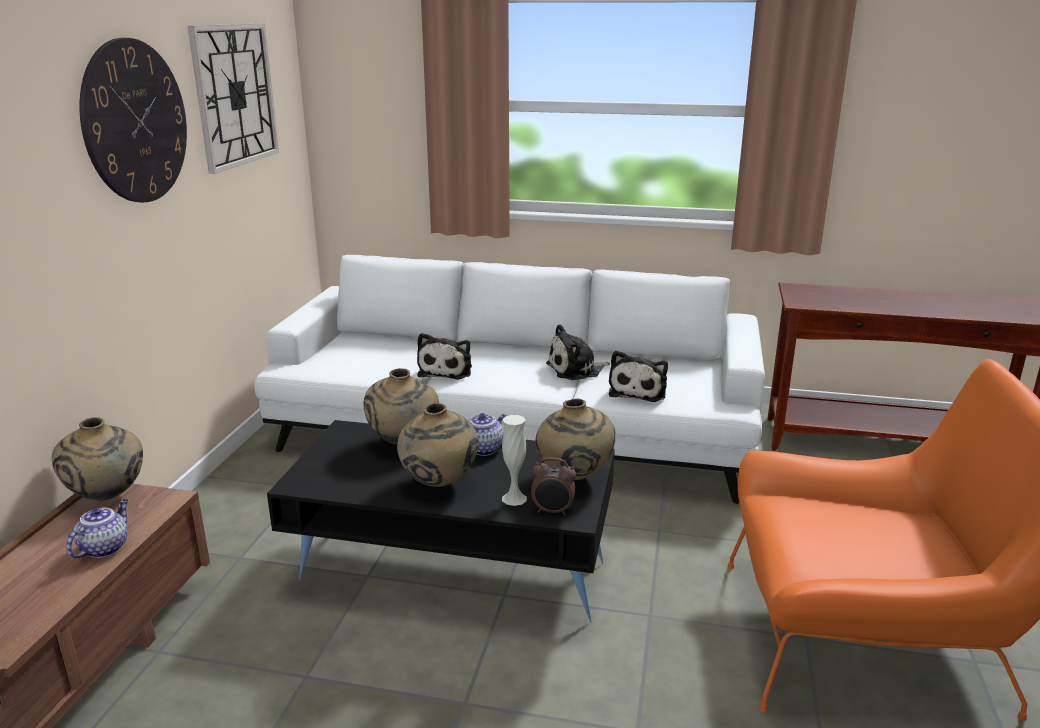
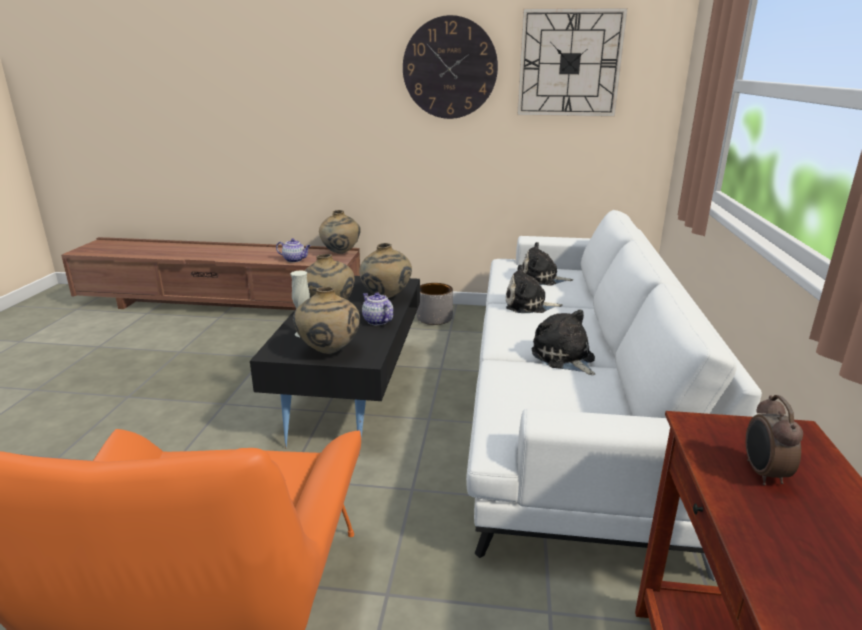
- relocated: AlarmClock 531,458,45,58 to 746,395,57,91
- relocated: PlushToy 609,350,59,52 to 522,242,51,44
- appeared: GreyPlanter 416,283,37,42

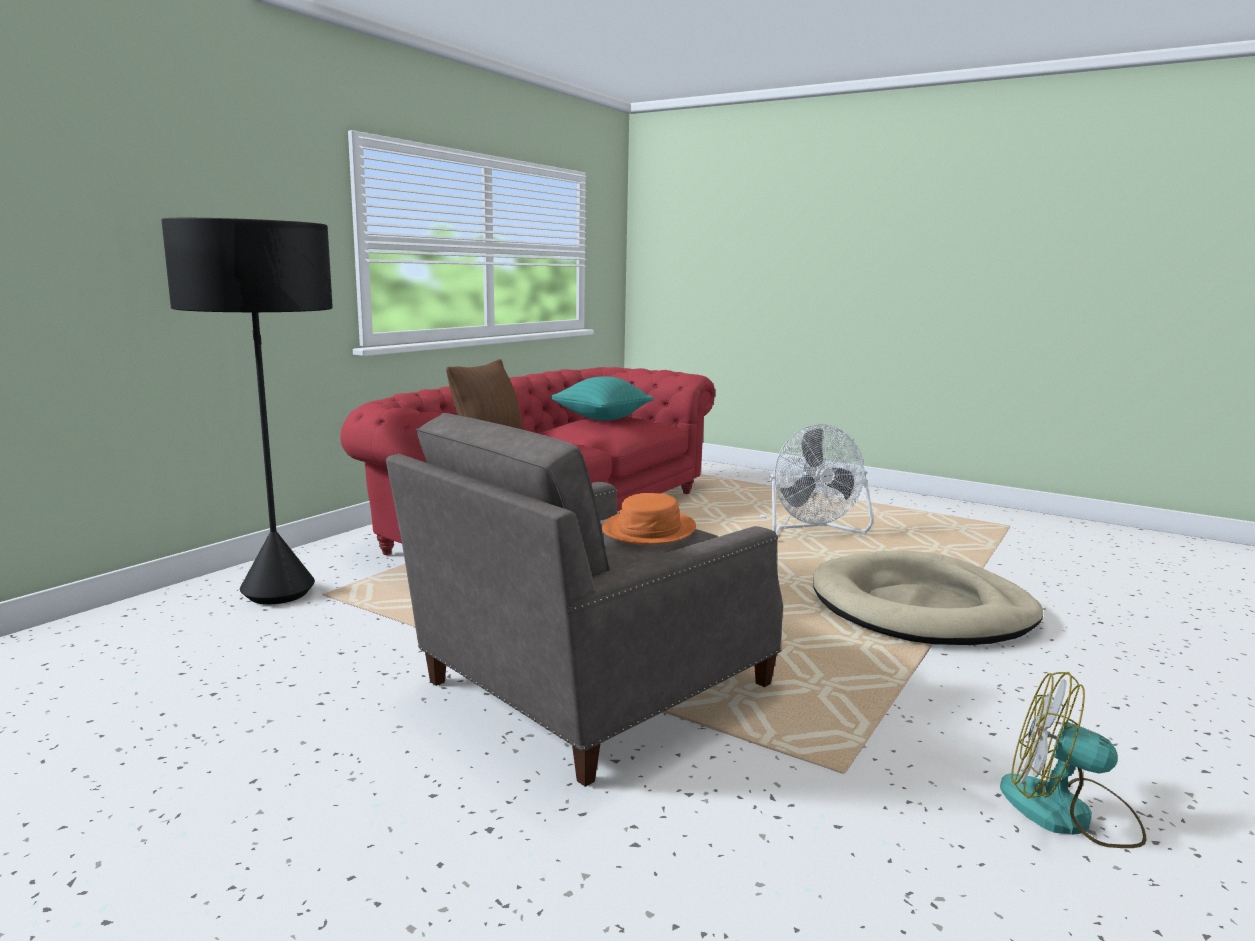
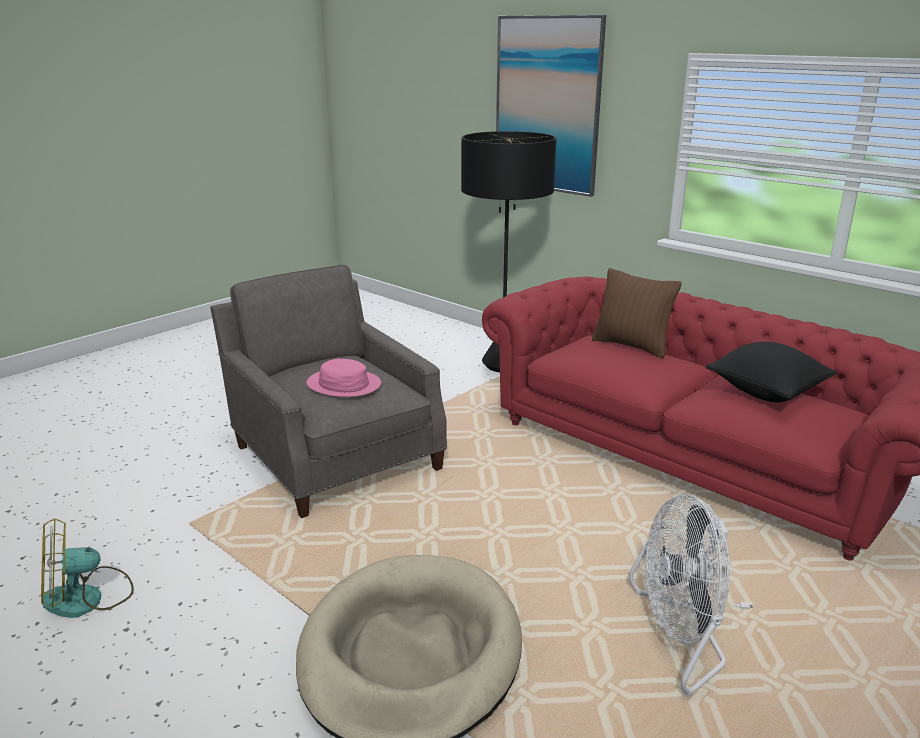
- colour: TurquoisePillow 550,376,104,45 to BlackPillow 706,342,131,60
- colour: OrangeHat 602,493,94,52 to PinkHat 307,359,74,38
- spun: Fan 1000,672,147,176 = 41,518,93,100 150 degrees counterclockwise
- appeared: Picture 496,15,110,182

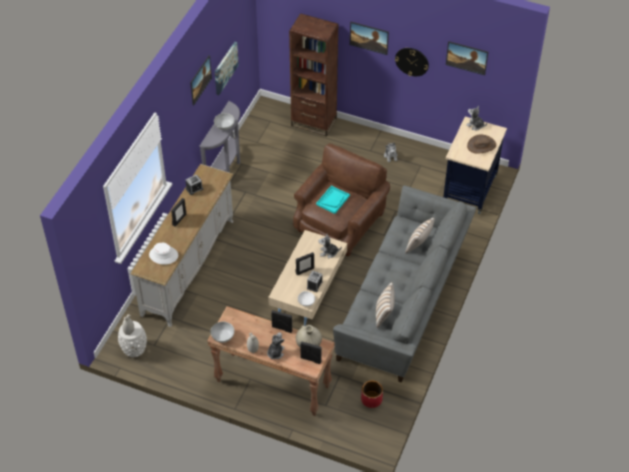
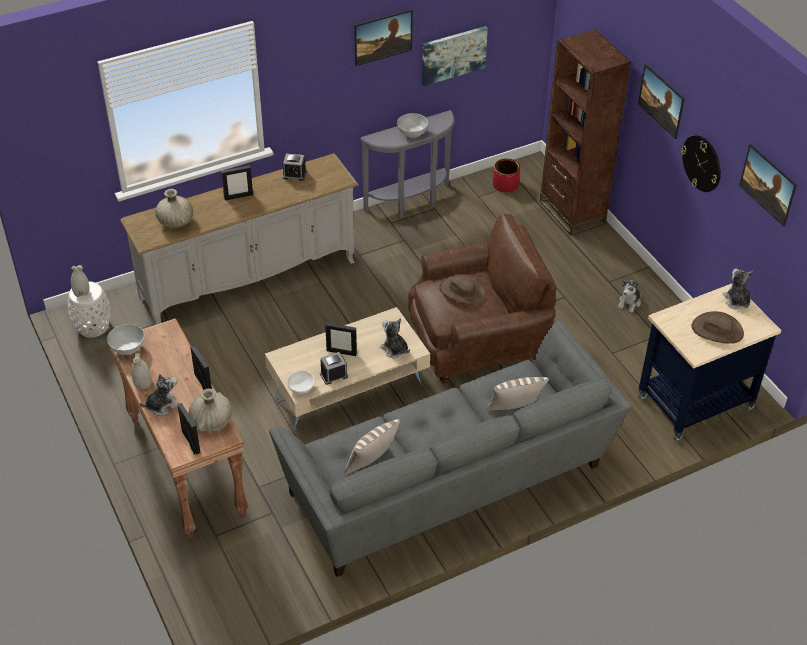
- exchanged: WhiteHat 149,243,29,22 to BeigeVase 155,189,38,38
- exchanged: TurquoiseTray 316,186,34,28 to BrownHat 439,274,46,31
- relocated: RedPlanter 361,380,22,28 to 493,158,28,35

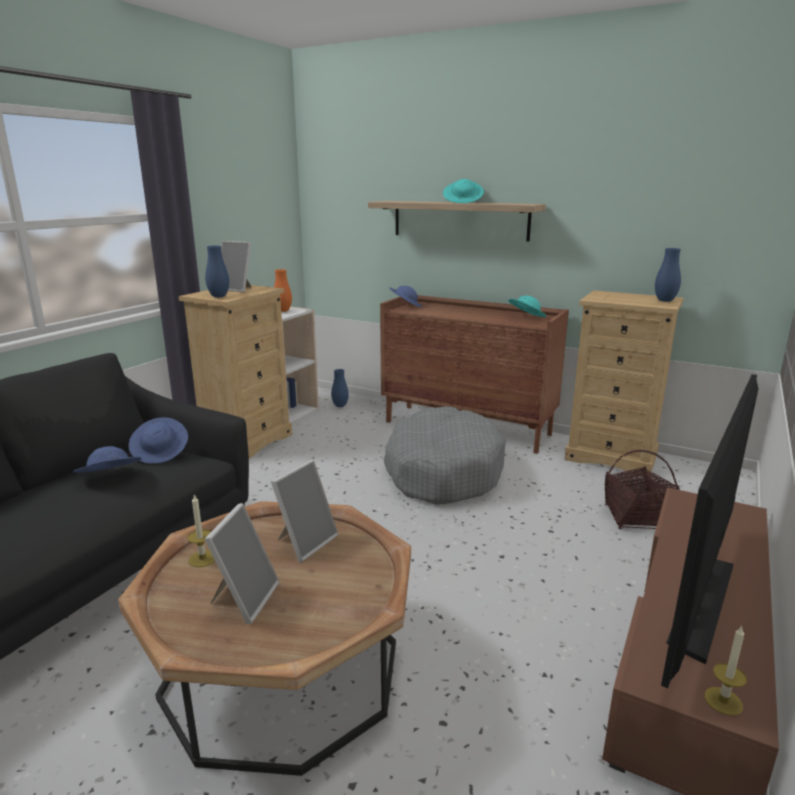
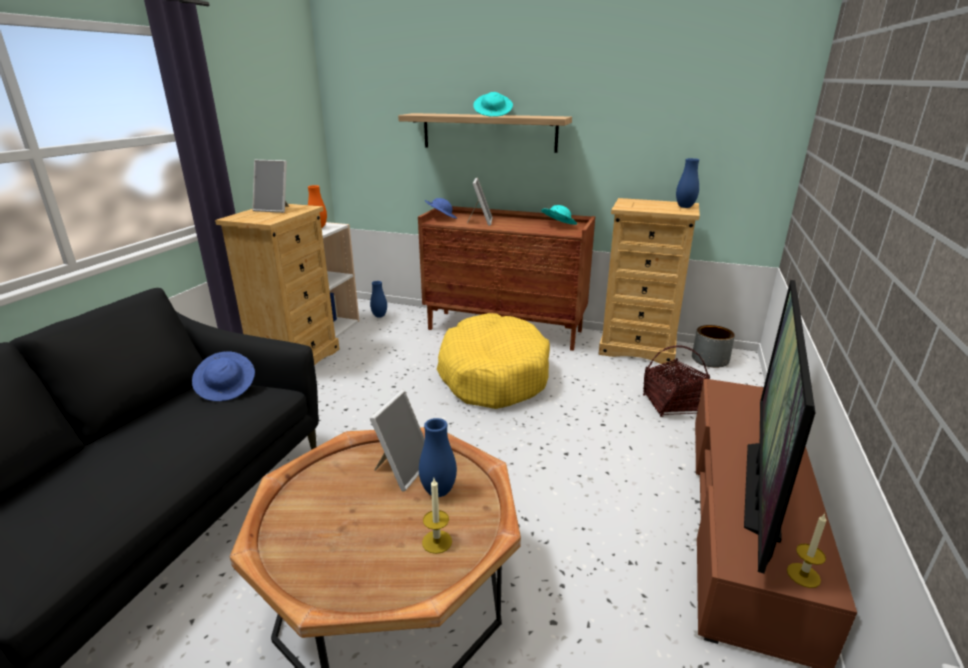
- missing: BlueHat 73,446,69,27
- relocated: Candle 187,494,28,73 to 422,478,30,76
- relocated: BlueVase 205,246,24,52 to 419,418,38,79
- relocated: PictureFrame 205,503,74,121 to 467,178,26,48
- colour: GreyDogBed 384,406,122,99 to YellowDogBed 437,313,113,96
- appeared: GreyPlanter 692,325,43,43

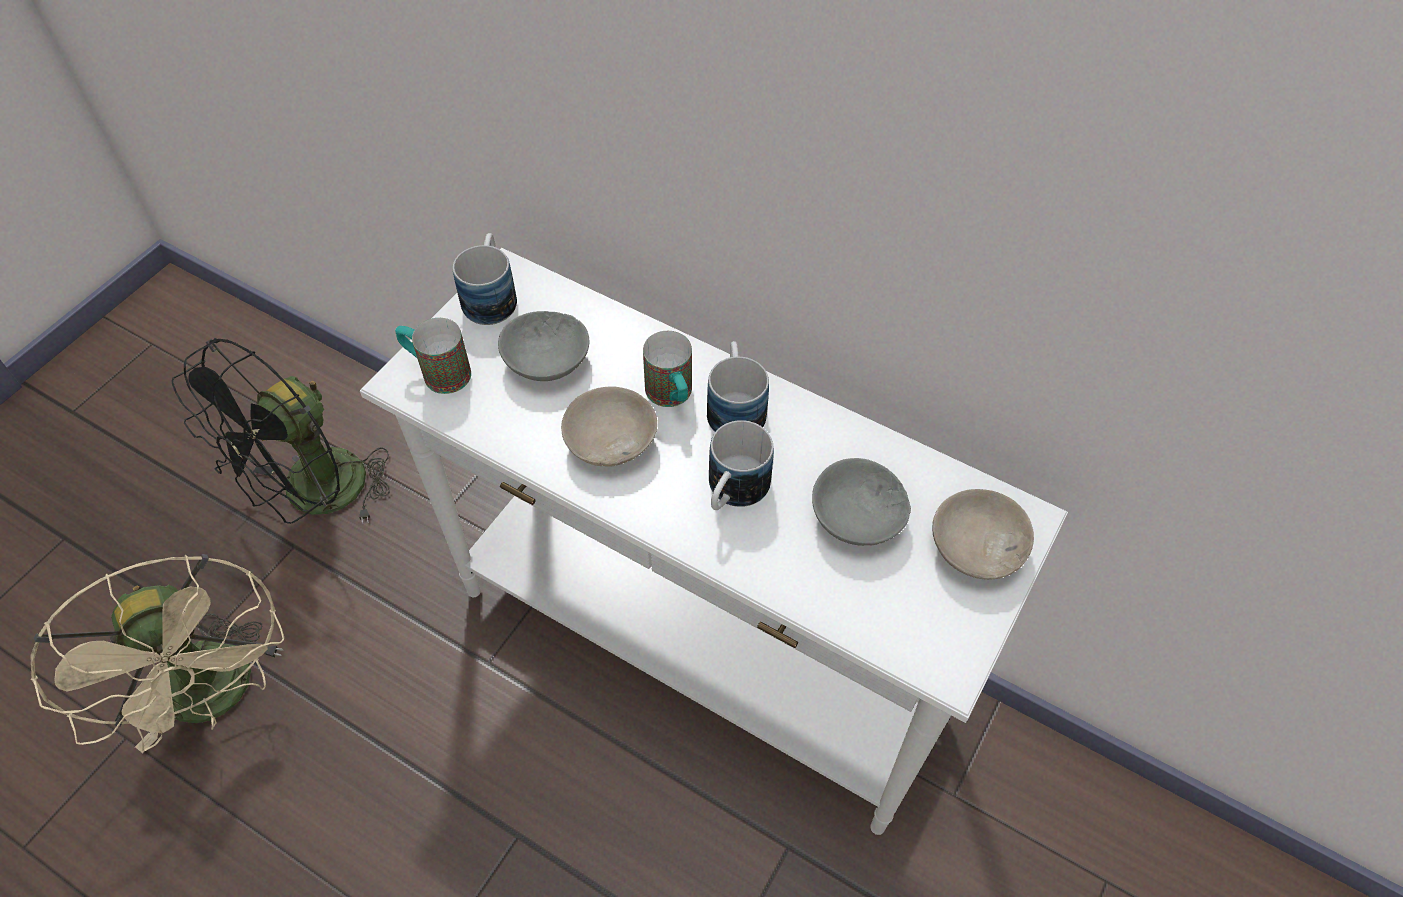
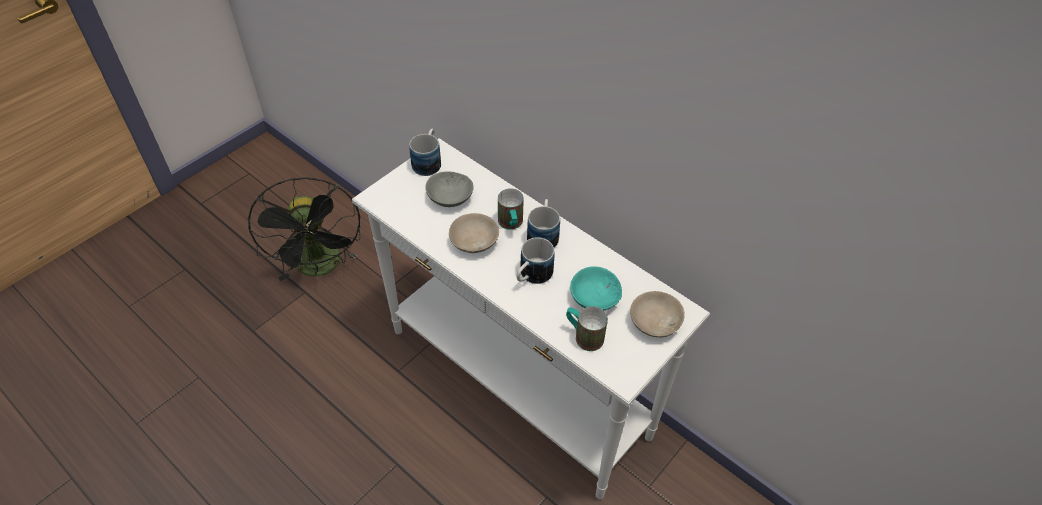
- missing: BeigeFan 30,554,254,199
- spun: BlackFan 172,338,218,186 = 248,177,112,104 60 degrees counterclockwise
- relocated: Mug 395,318,76,76 to 566,306,42,45
- colour: GreyBowl 812,458,99,88 to TurquoiseBowl 570,266,52,44

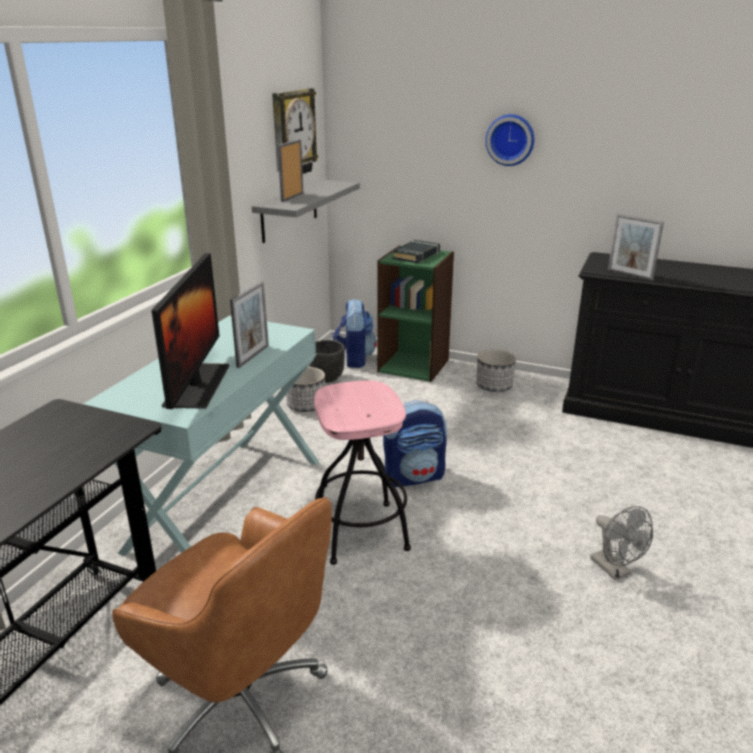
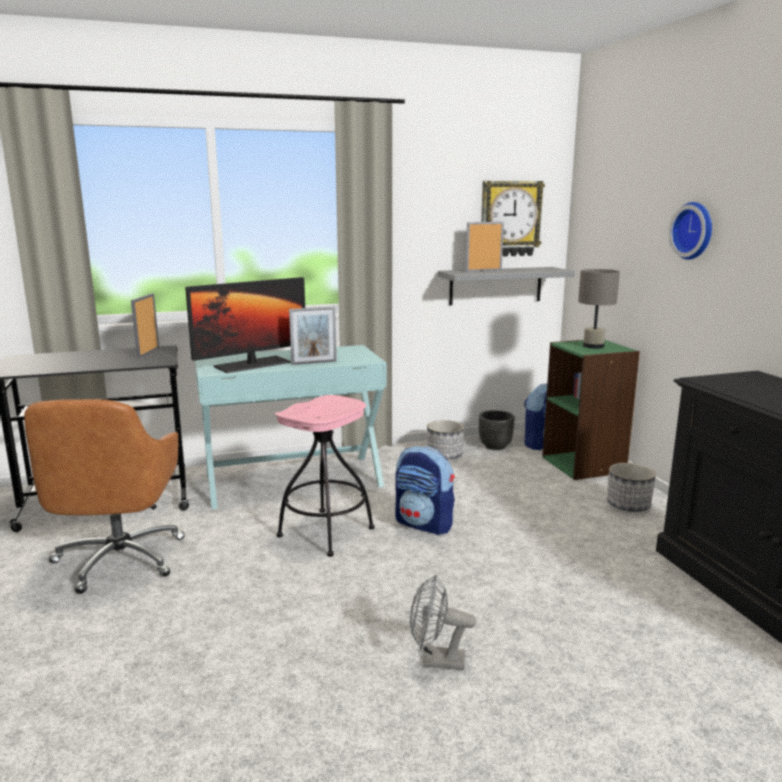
- exchanged: BlackBook 392,240,48,23 to GreyTableLamp 578,269,42,80
- spun: GreyFan 590,506,63,74 = 410,575,66,95 75 degrees clockwise
- relocated: PictureFrame 608,214,56,66 to 131,293,28,65

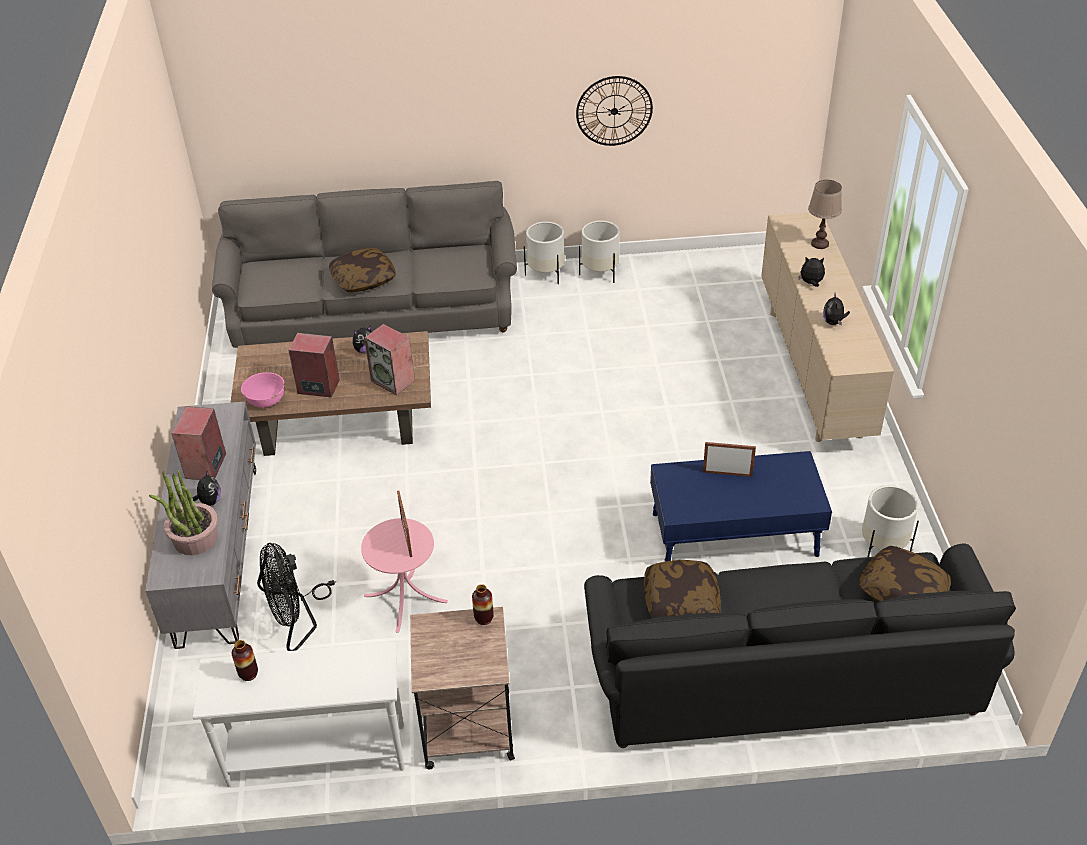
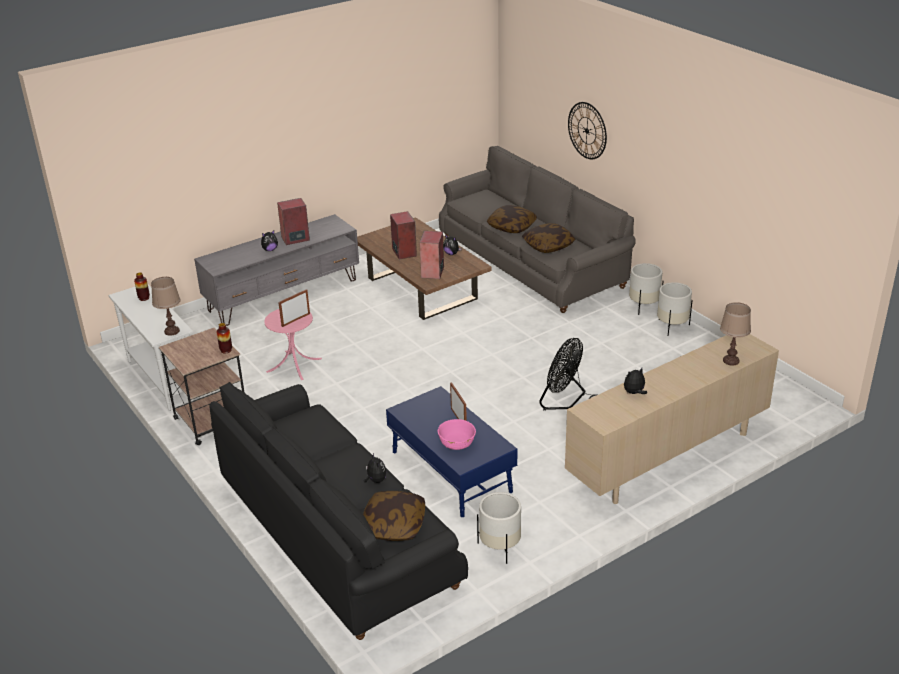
- missing: PottedPlant 149,470,69,85
- relocated: PinkBowl 241,372,44,36 to 438,419,38,31
- relocated: BlackFan 257,543,79,108 to 540,338,56,72
- relocated: WallClock 576,76,77,70 to 568,102,39,57
- relocated: Pillow 644,560,77,59 to 522,223,53,30
- relocated: PlushToy 799,257,26,30 to 364,453,22,30
- appeared: BrownTableLamp 151,277,30,59

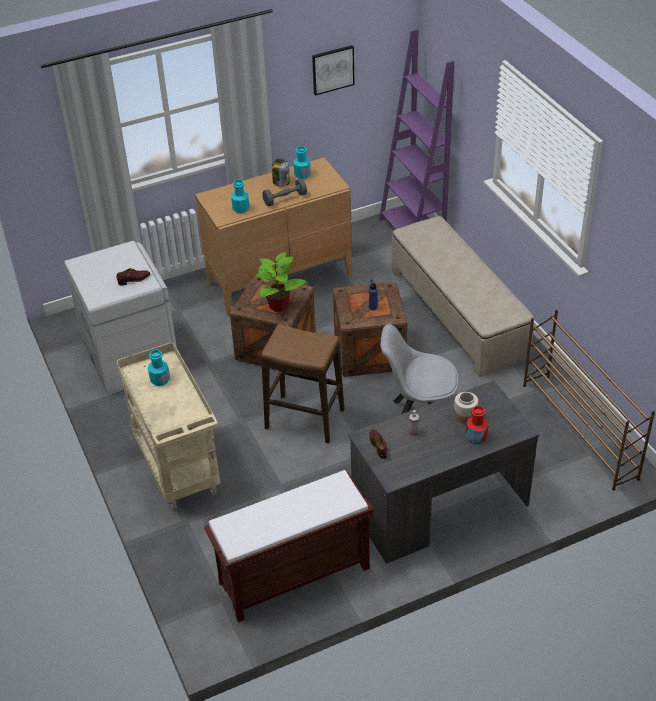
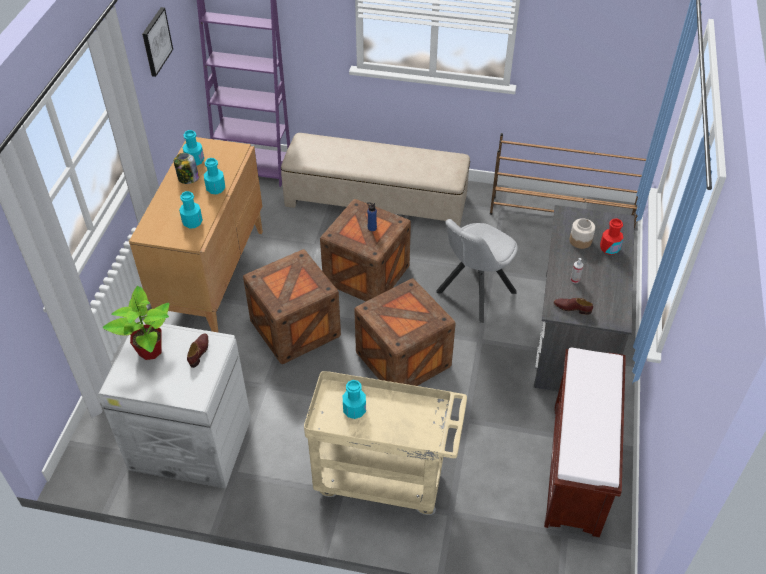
- relocated: PottedPlant 255,252,52,60 to 103,286,66,74
- exchanged: Stool 261,324,84,119 to Crate 354,278,102,108
- exchanged: GreyDumbbell 262,179,45,28 to TurquoiseBottle 204,158,21,36

